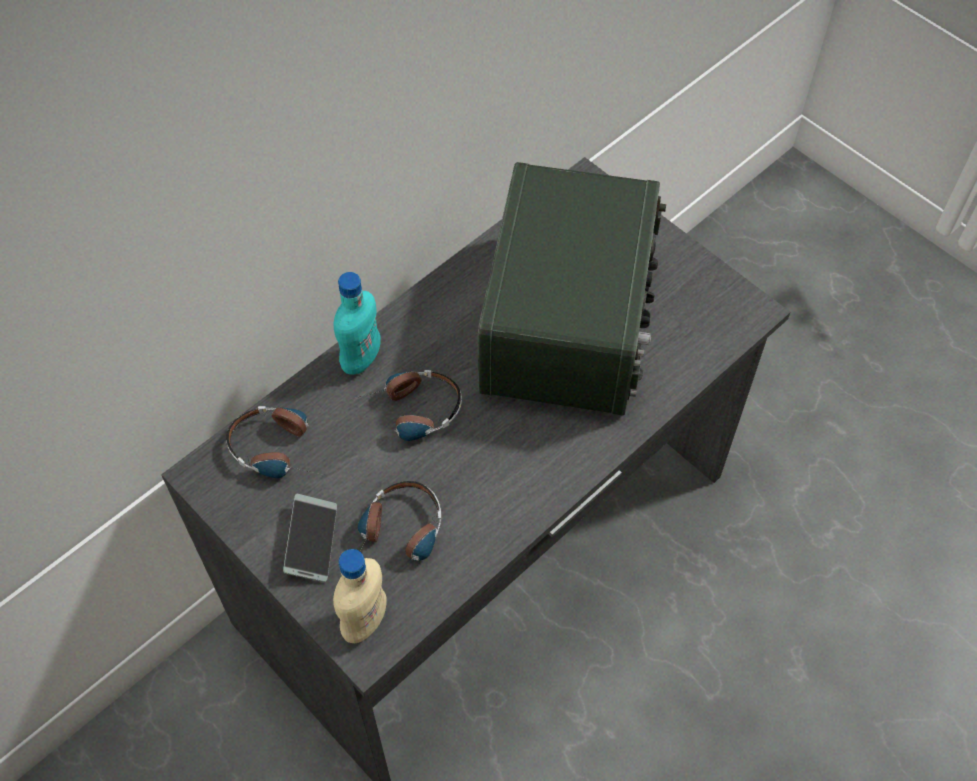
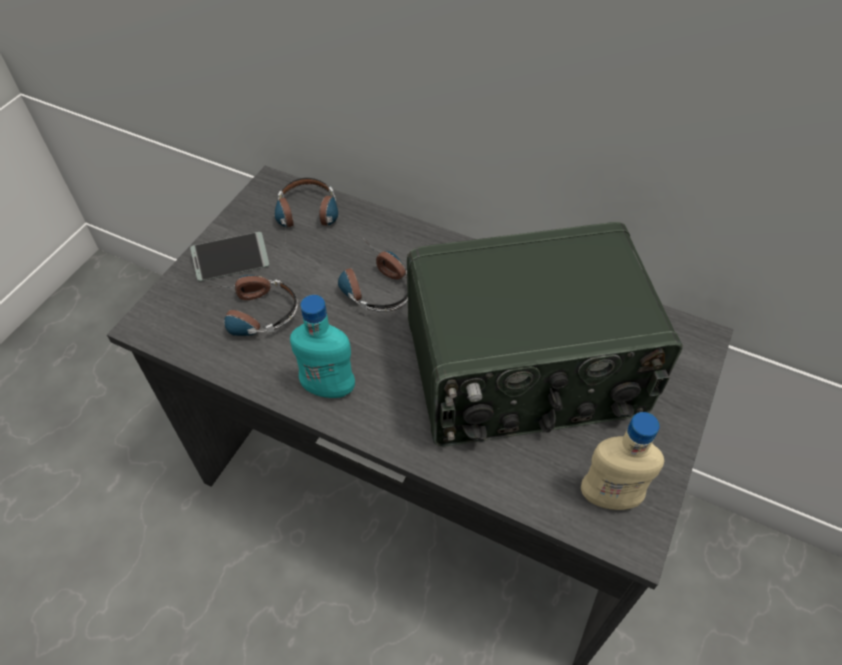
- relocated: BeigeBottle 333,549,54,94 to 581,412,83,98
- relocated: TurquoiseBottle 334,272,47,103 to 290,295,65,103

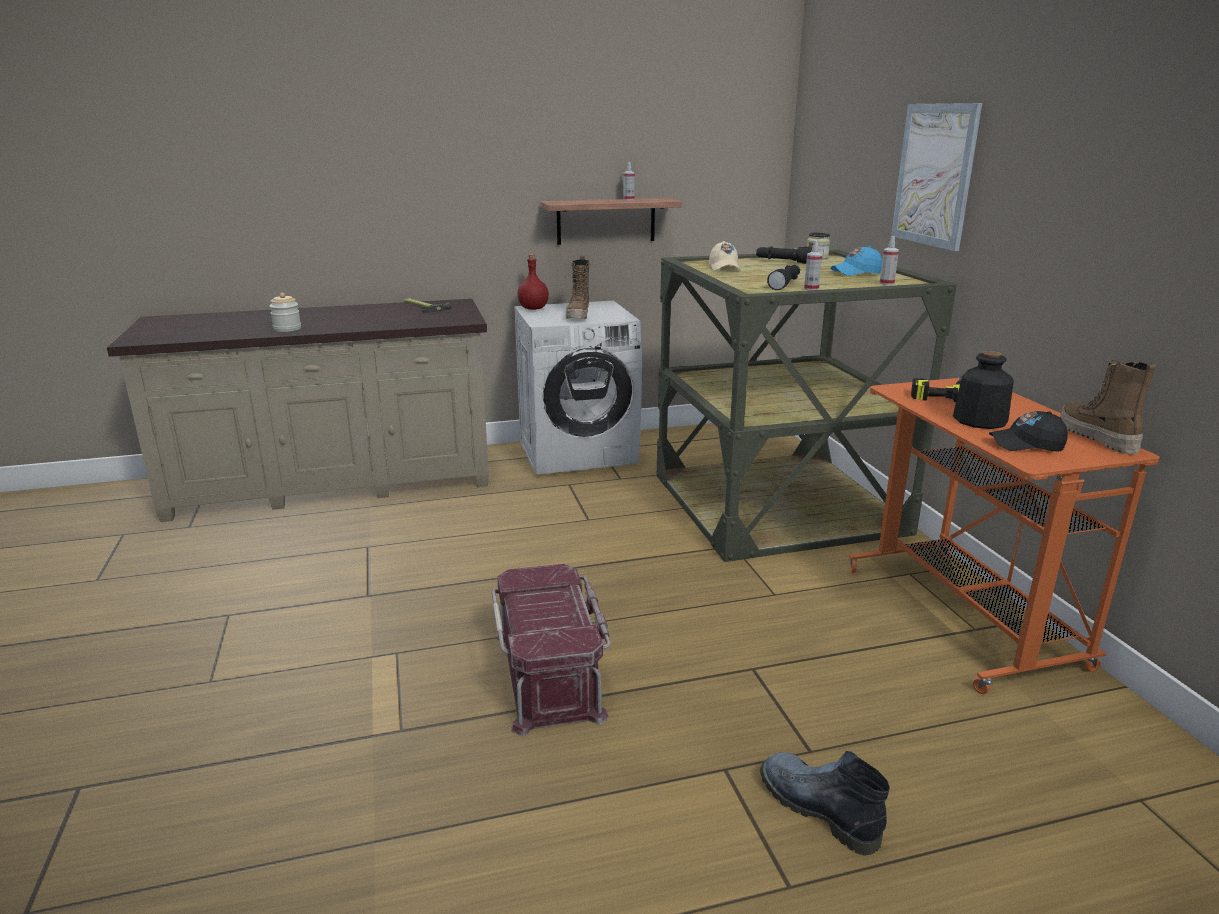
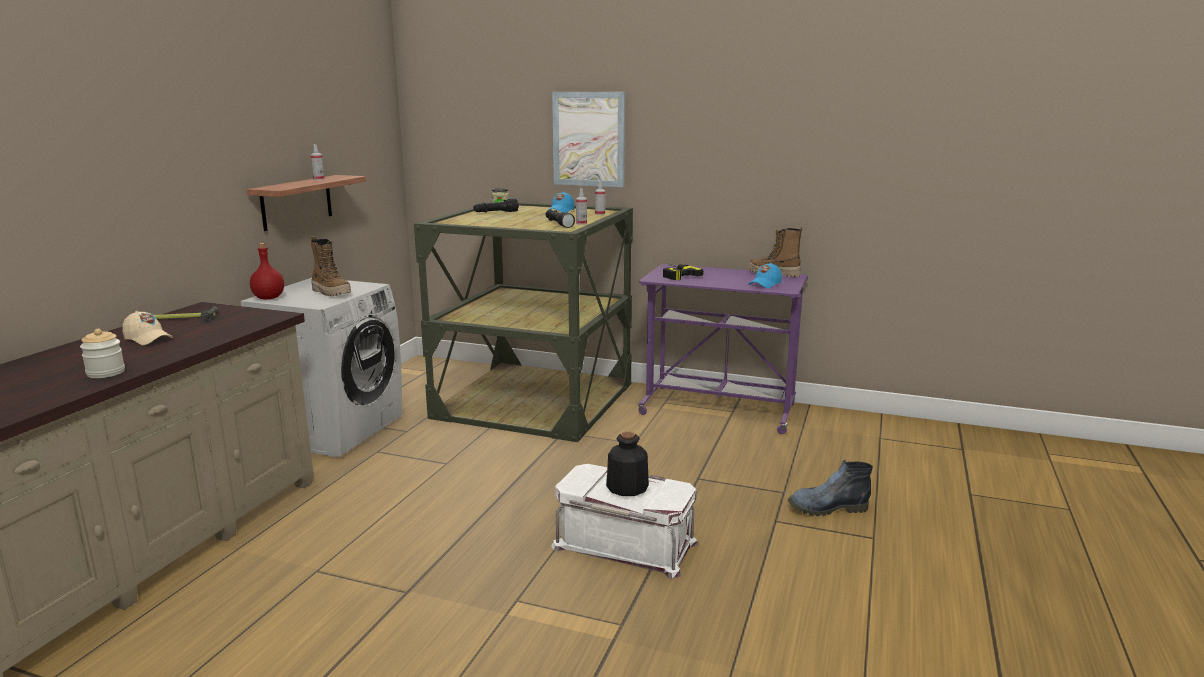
- colour: RedStorageBox 492,564,119,172 to WhiteStorageBox 551,464,147,115
- relocated: BeigeCap 709,241,32,30 to 122,311,51,34
- colour: OrangeDesk 849,378,311,316 to PurpleDesk 638,264,170,170
- relocated: Bottle 953,351,61,78 to 606,432,43,64
- colour: BlackCap 989,411,79,41 to BlueCap 748,263,34,25

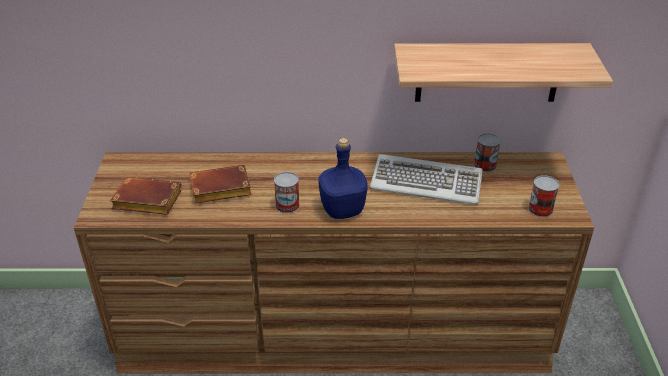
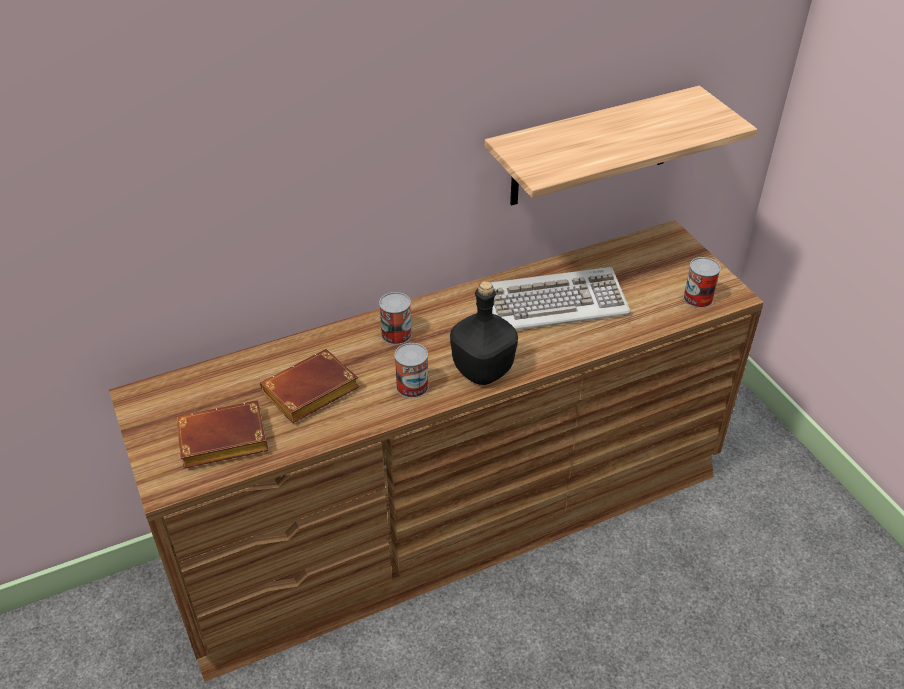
- colour: BlueBottle 318,138,50,81 to BlackBottle 450,281,68,104
- relocated: Can 474,133,27,39 to 379,292,33,53

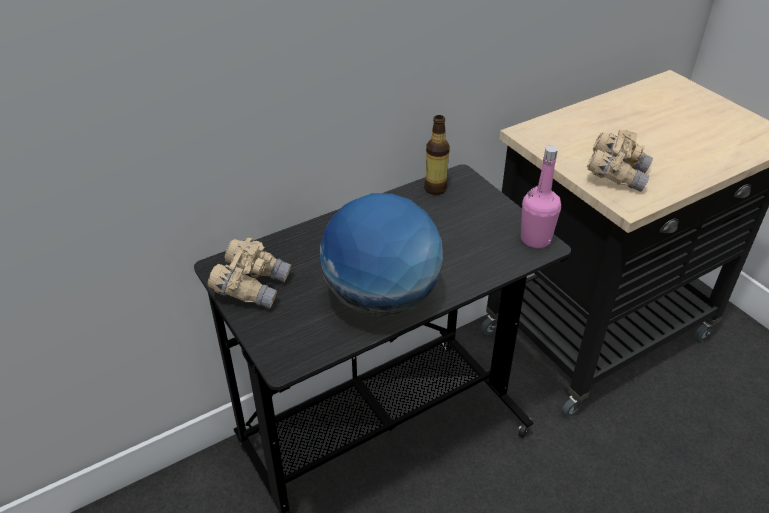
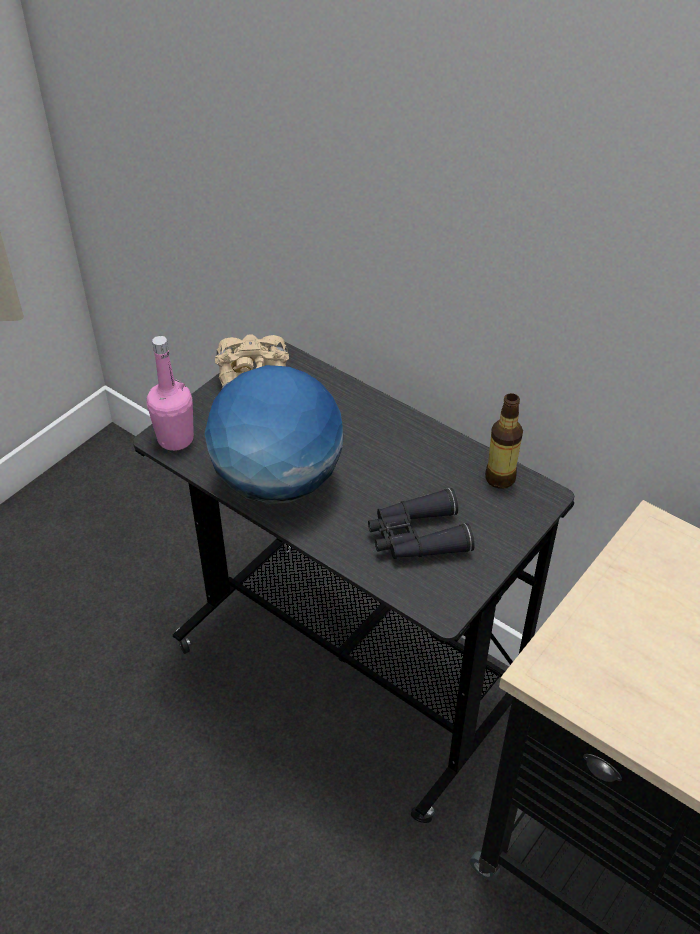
- relocated: PinkBottle 521,145,40,103 to 147,336,47,115
- missing: BeigeBinoculars 587,130,66,62
- appeared: BlackBinoculars 368,488,107,71

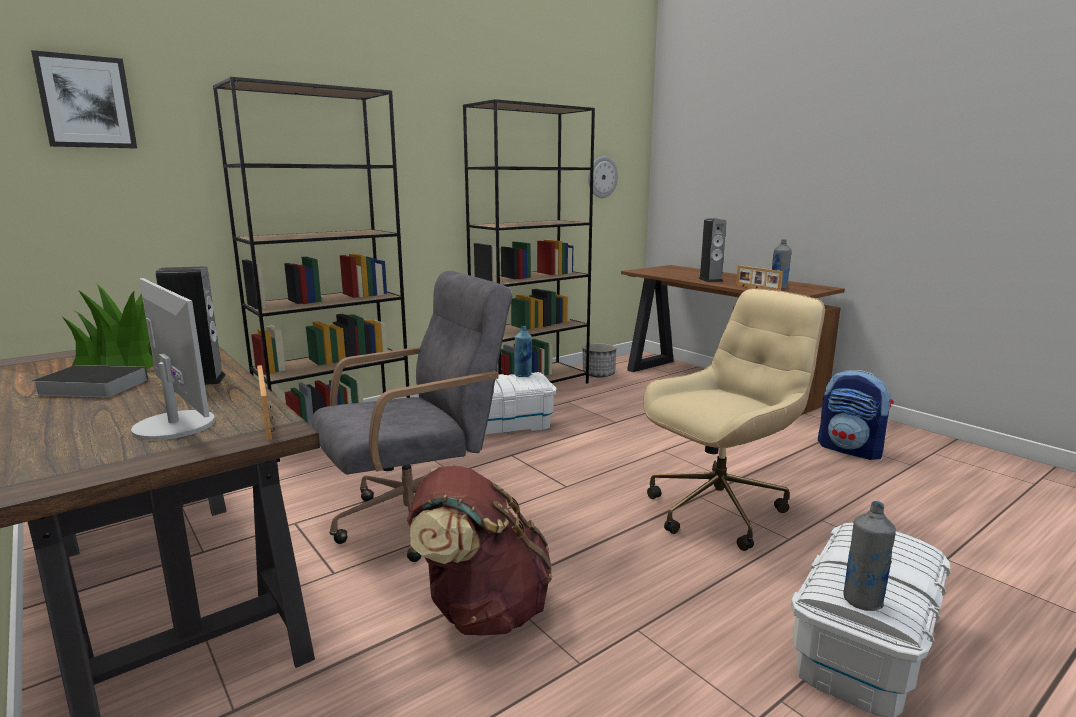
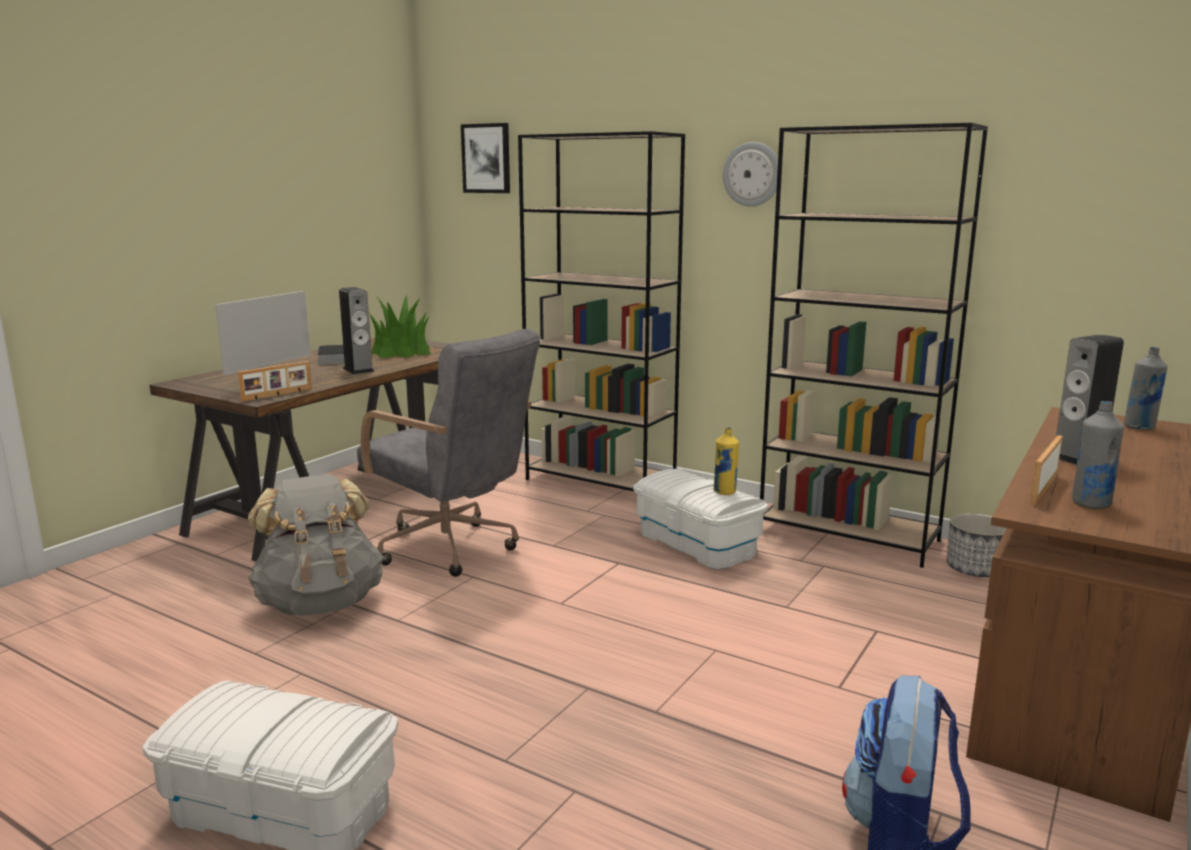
- colour: BrownBackpack 407,465,145,171 to GreyBackpack 248,474,136,142
- colour: BlueBottle 515,326,17,51 to YellowBottle 713,427,26,68
- relocated: WallClock 588,156,30,42 to 723,142,55,65
- missing: BeigeOfficeChair 643,288,182,263
- relocated: GreyBottle 843,501,53,110 to 1124,347,44,83

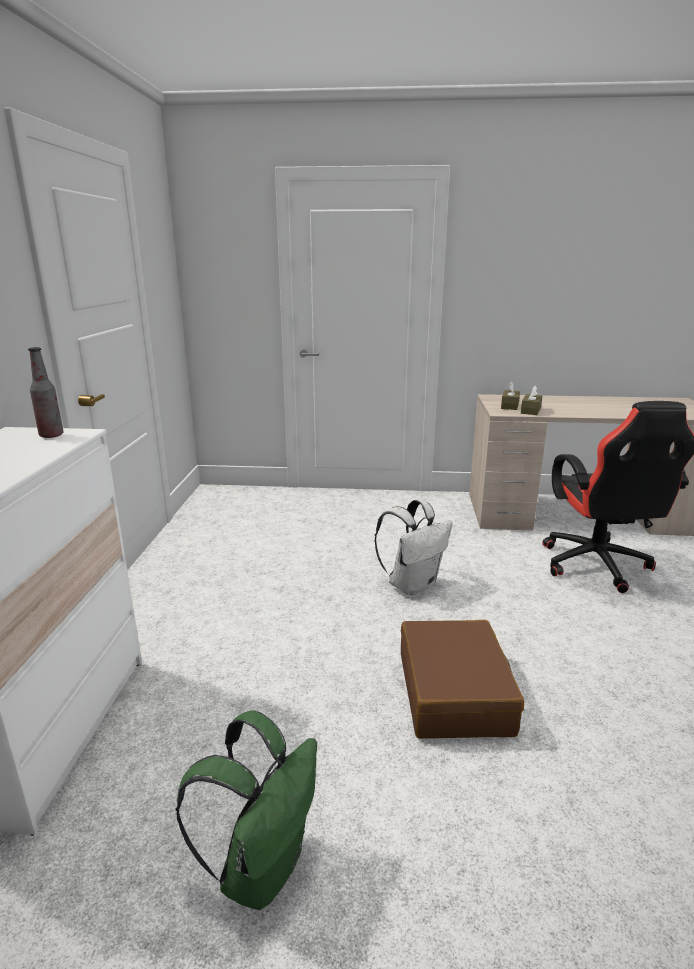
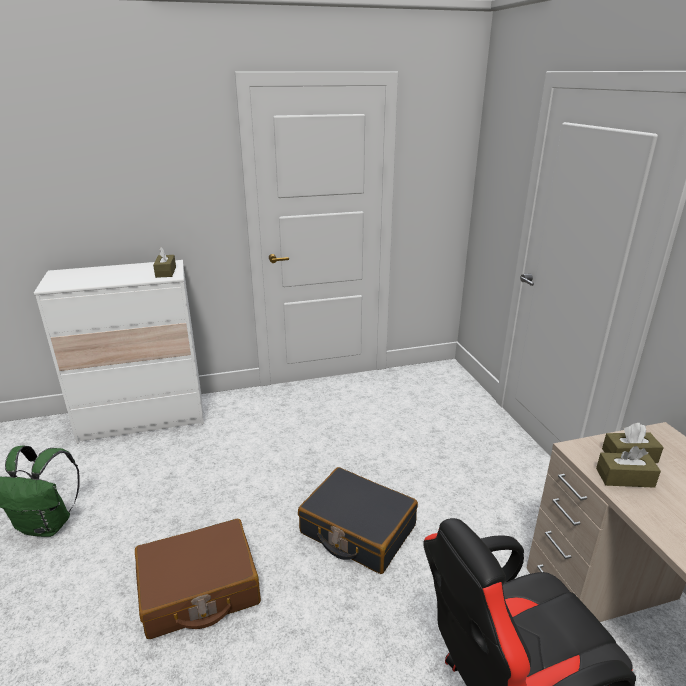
- exchanged: Bottle 28,347,35,91 to BrownTissueBox 153,247,23,31
- exchanged: WhiteBackpack 375,499,77,97 to BlackSuitcase 298,467,120,107

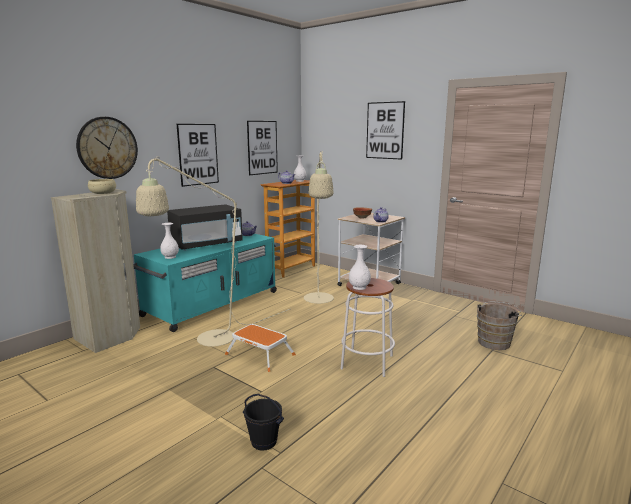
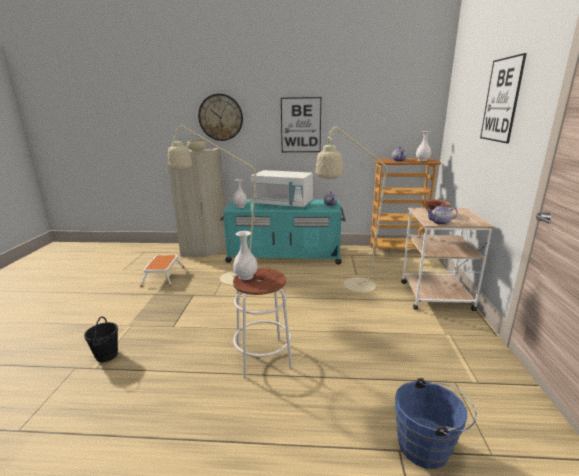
- colour: BlackMicrowave 167,204,76,47 to WhiteMicrowave 251,170,62,38
- relocated: OrangeStepLadder 225,324,71,48 to 140,255,45,33
- missing: Picture 247,121,31,54
- colour: BrownBucket 477,302,45,48 to BlueBucket 395,378,82,91

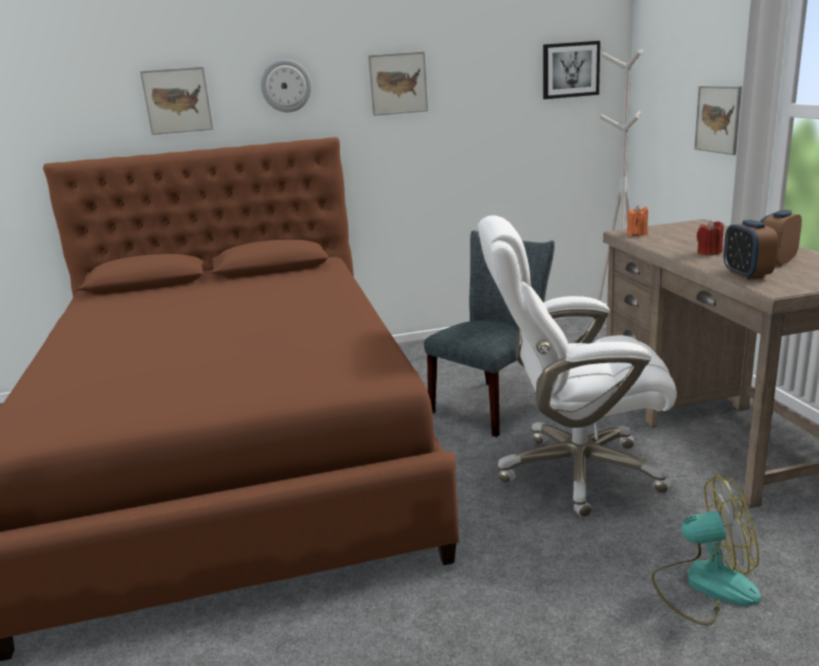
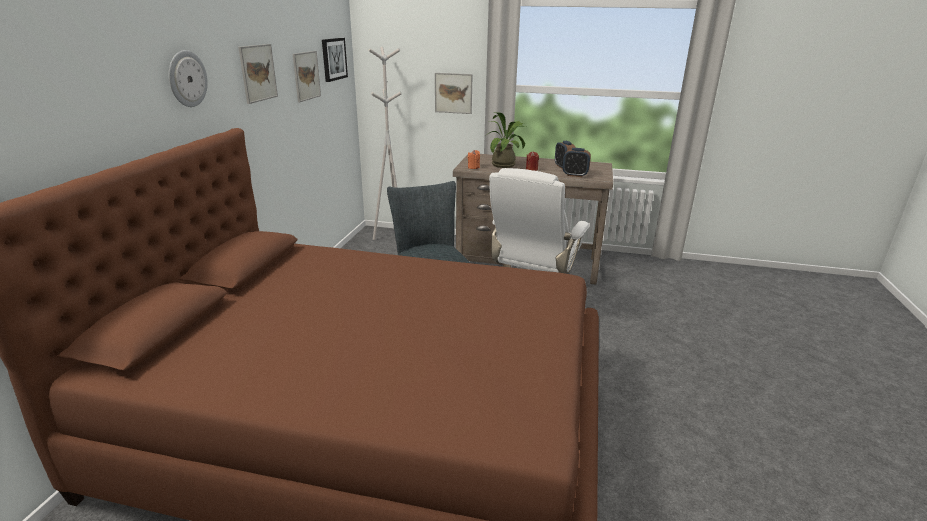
- relocated: Picture 140,67,73,68 to 293,51,28,51
- missing: Fan 652,475,109,151
- appeared: PottedPlant 485,113,41,55

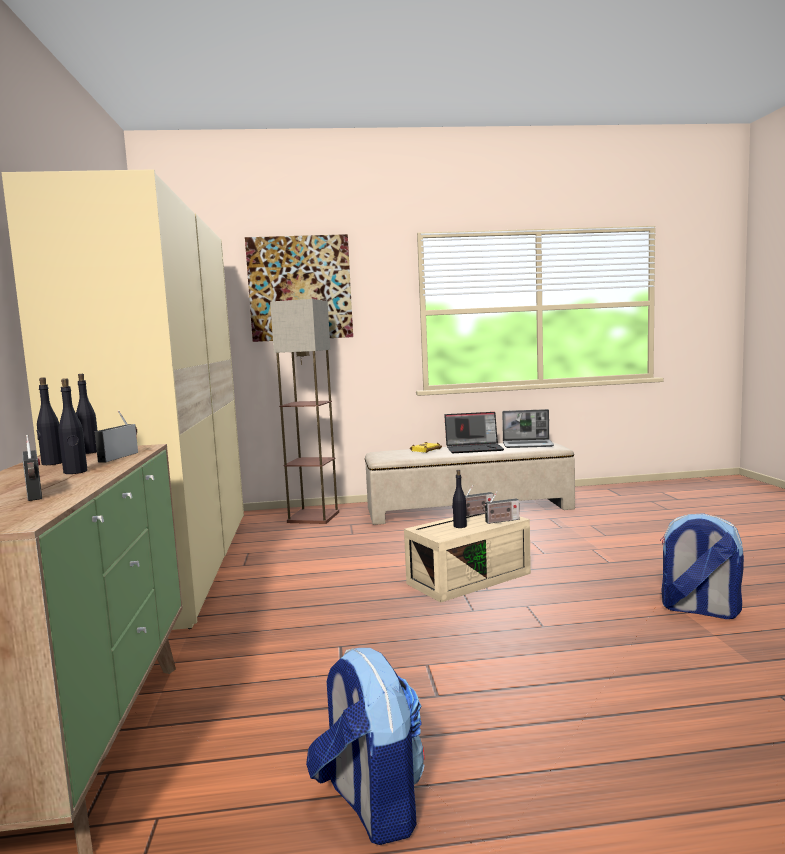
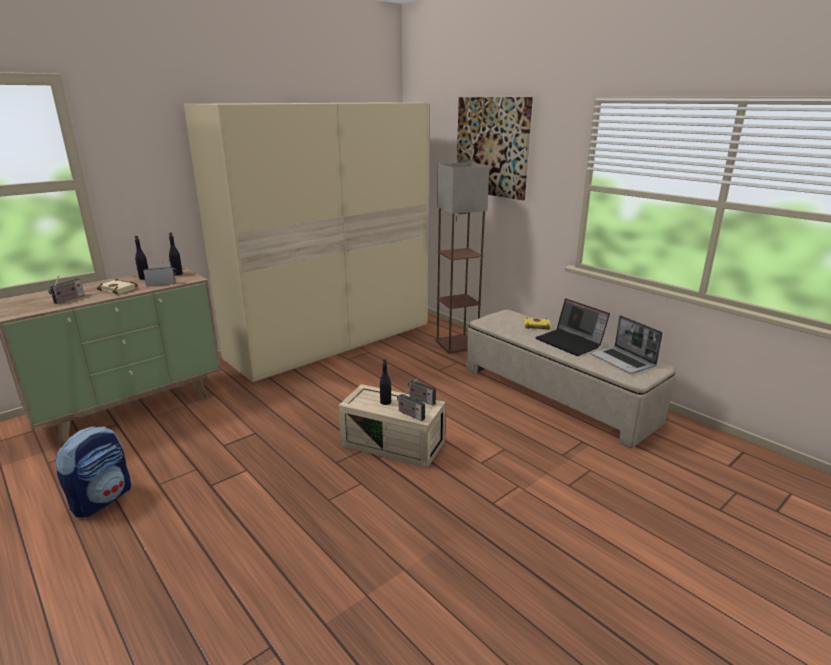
- exchanged: BlackBottle 58,378,29,96 to BeigeBook 97,279,40,15
- missing: Backpack 660,513,84,106

